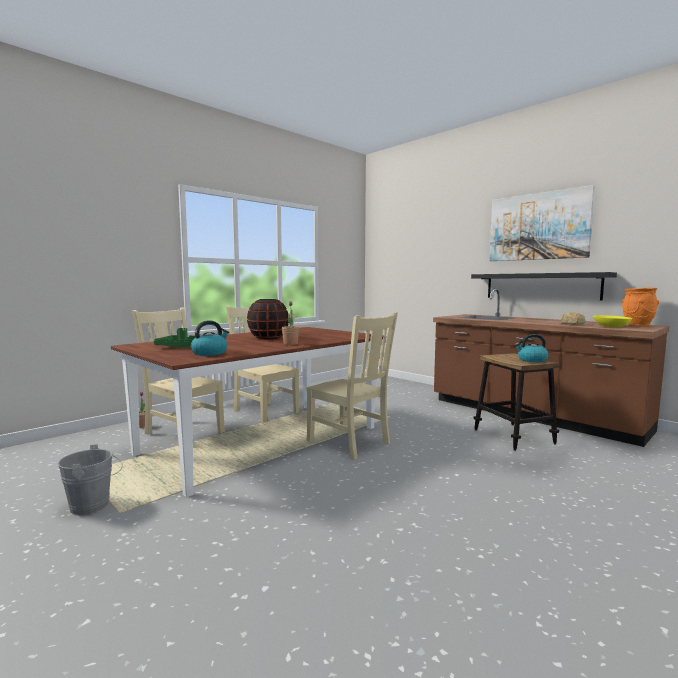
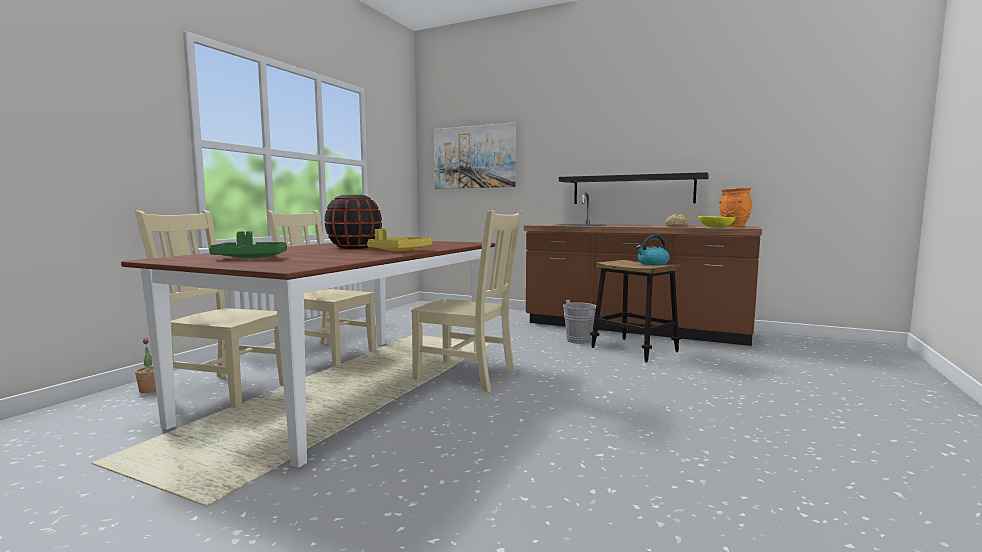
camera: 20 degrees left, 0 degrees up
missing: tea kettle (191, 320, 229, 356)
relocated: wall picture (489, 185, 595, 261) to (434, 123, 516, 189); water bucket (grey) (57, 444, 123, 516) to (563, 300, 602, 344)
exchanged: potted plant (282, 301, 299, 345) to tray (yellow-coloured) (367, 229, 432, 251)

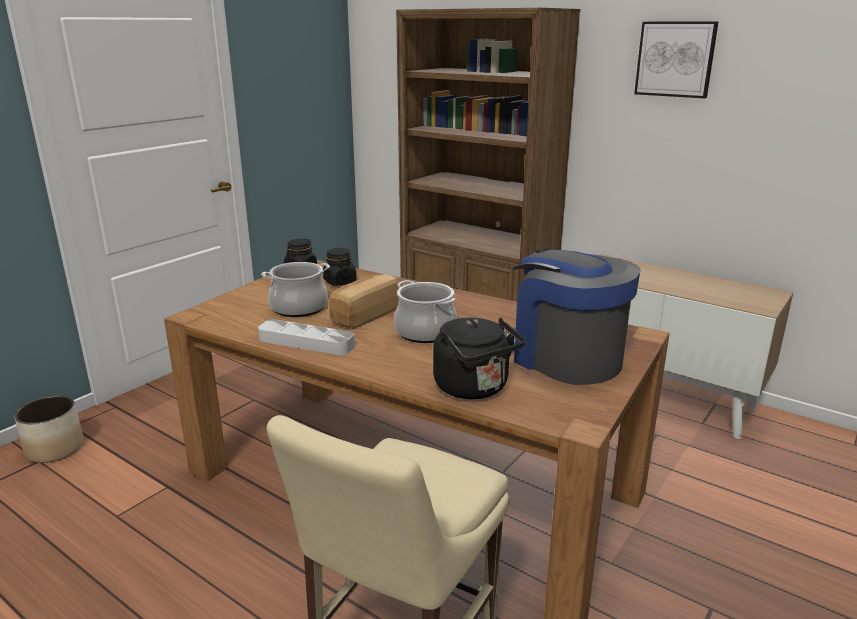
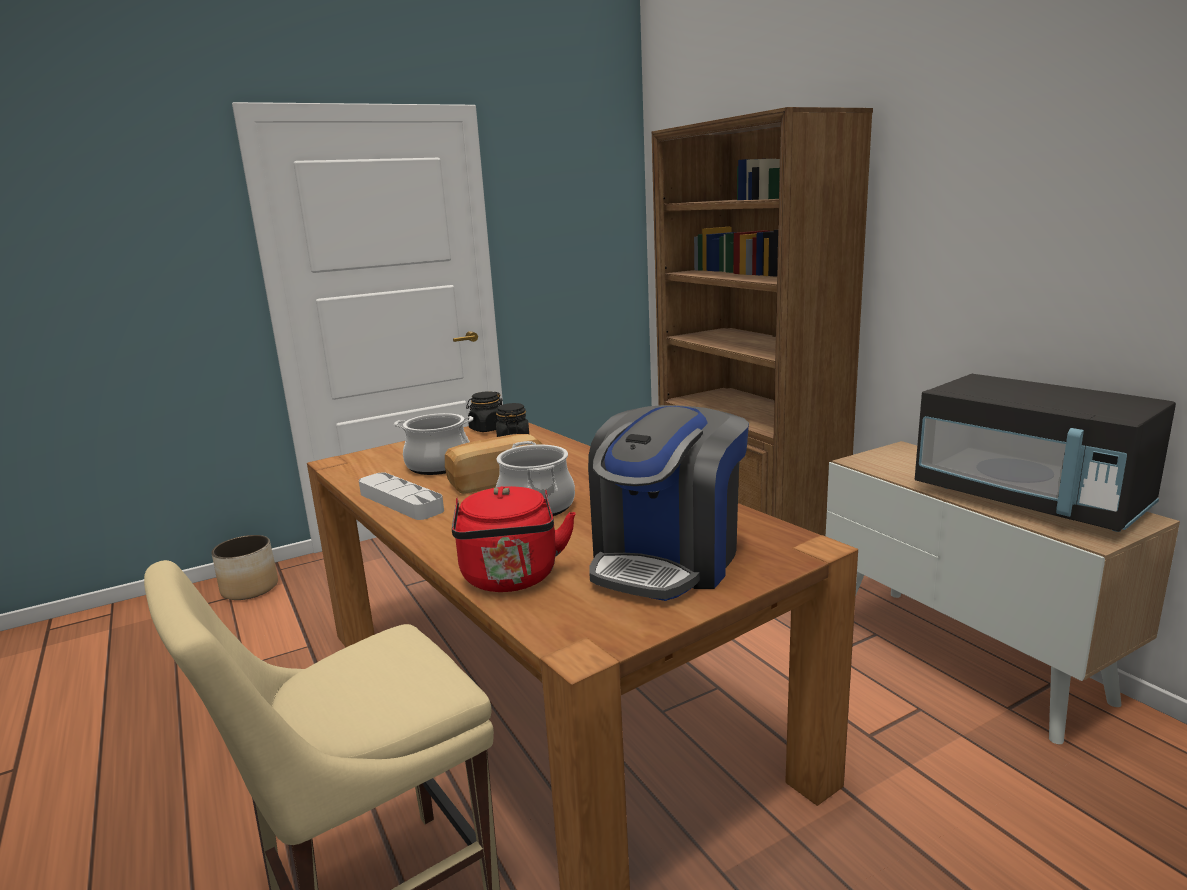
camera: 25 degrees right, 5 degrees down
missing: wall picture (634, 22, 718, 98)
appeared: kitchen microwave (black-coloured) (915, 374, 1176, 532)
colour: tea kettle (black-coloured) (433, 317, 525, 399) to tea kettle (red) (452, 486, 576, 592)
spun: coffee maker (504, 248, 641, 385) = (588, 405, 749, 601) 135 degrees counterclockwise

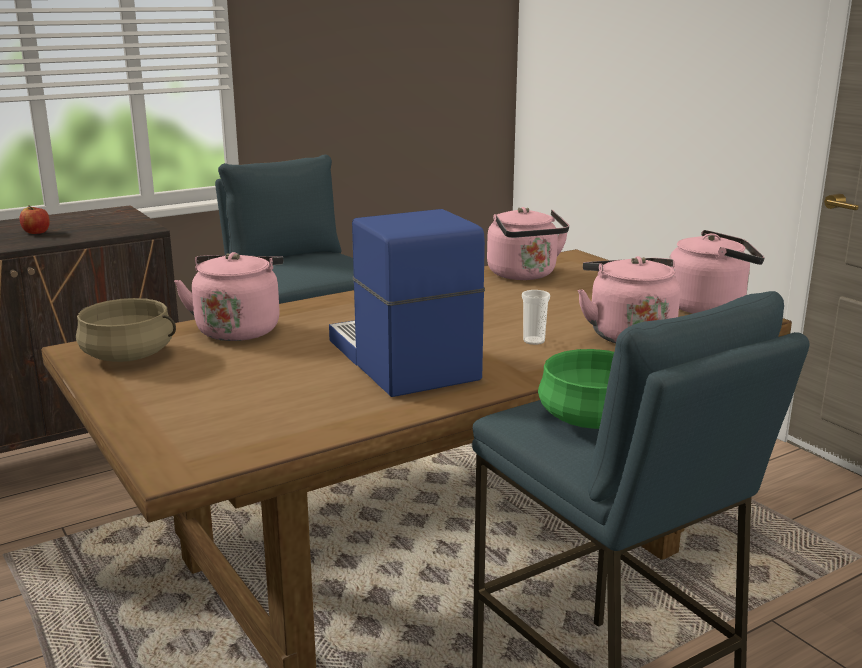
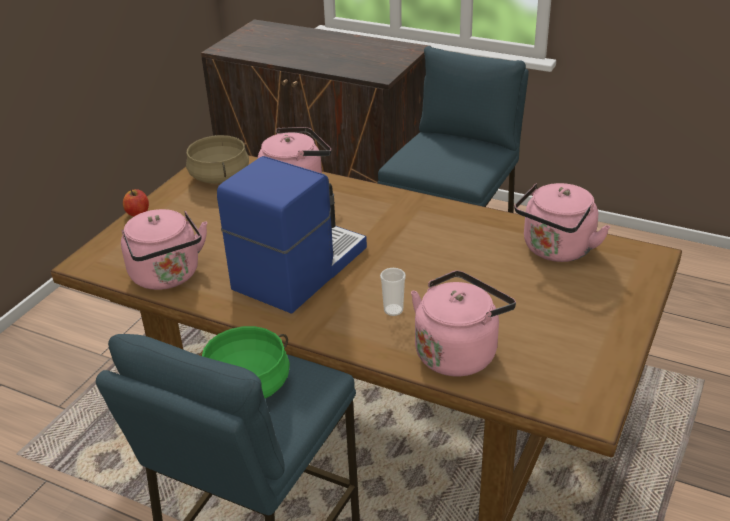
camera: 60 degrees right, 15 degrees up
relocated: apple (19, 205, 50, 234) to (123, 189, 149, 216); tea kettle (pink) (669, 230, 765, 314) to (121, 209, 207, 290)

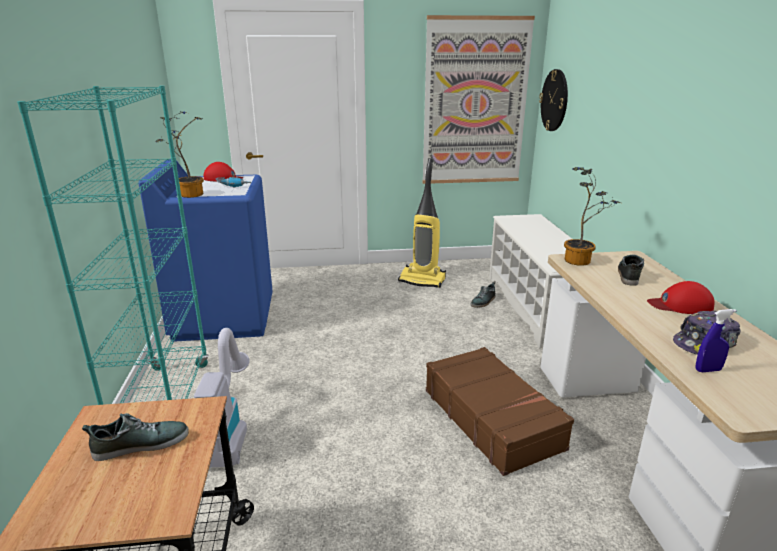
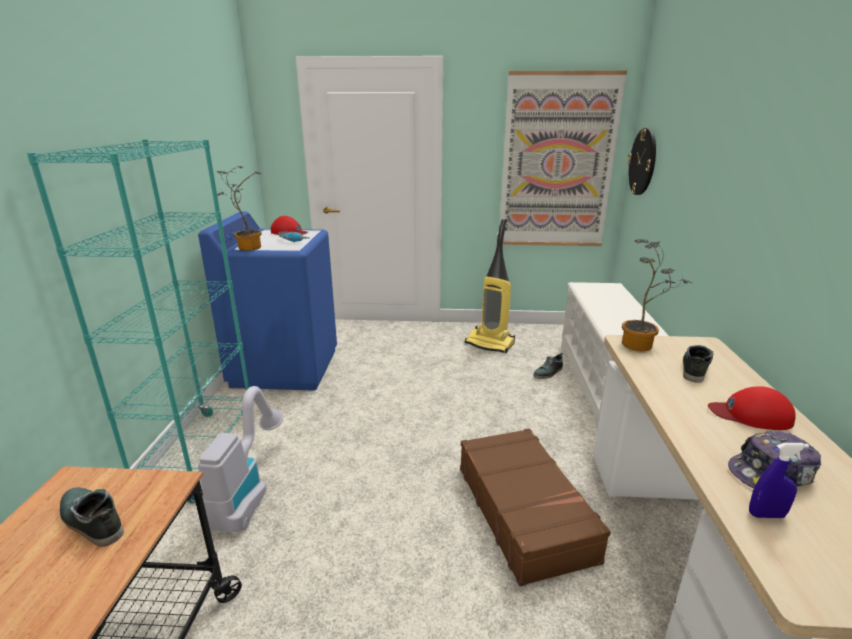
camera: 10 degrees right, 0 degrees up
spun: shoe (82, 413, 189, 461) = (60, 488, 124, 547) 135 degrees counterclockwise

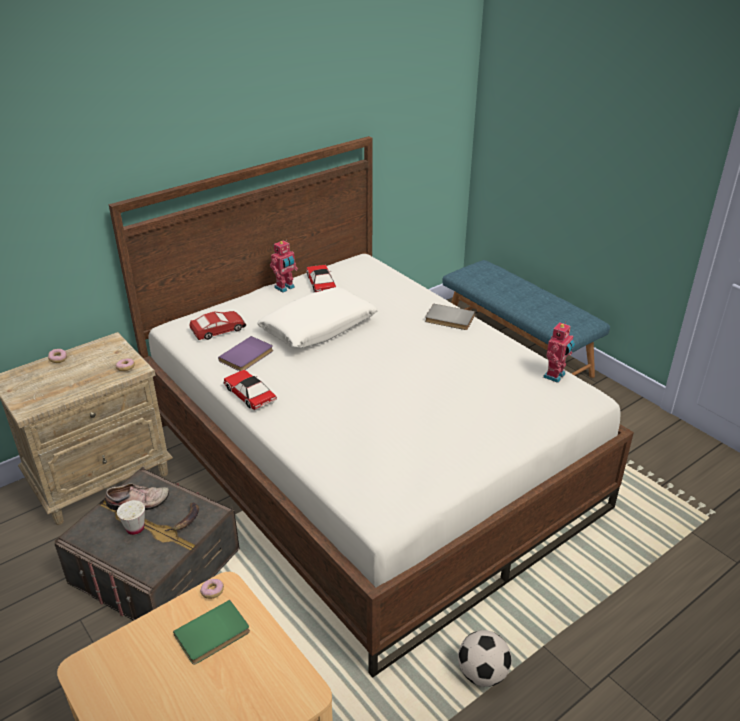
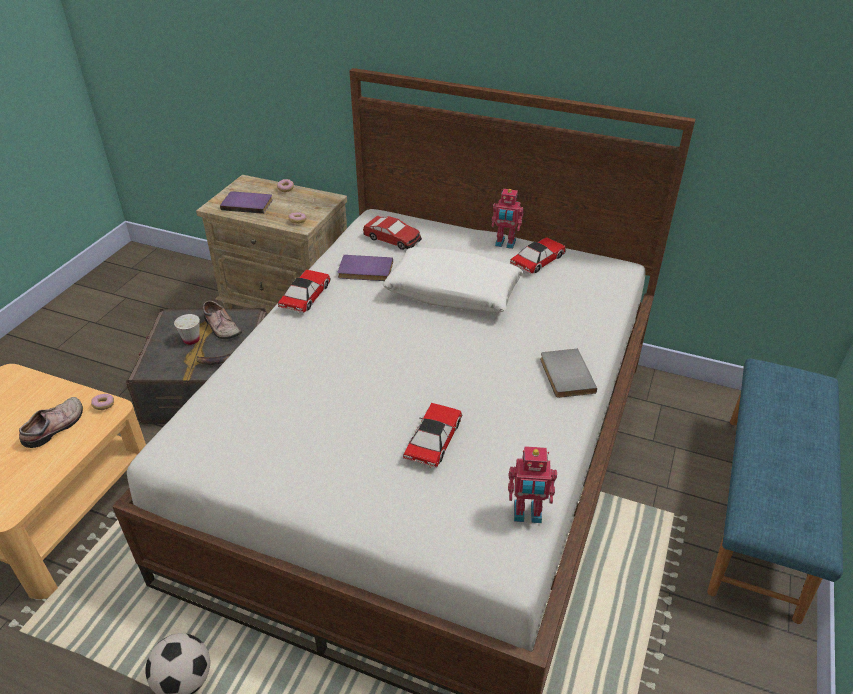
camera: 60 degrees right, 5 degrees up
appeared: volume (purple-coloured) (220, 191, 273, 214); toy car (403, 403, 462, 468)
exchanged: volume (green) (173, 600, 250, 665) to shoe (19, 397, 83, 448)

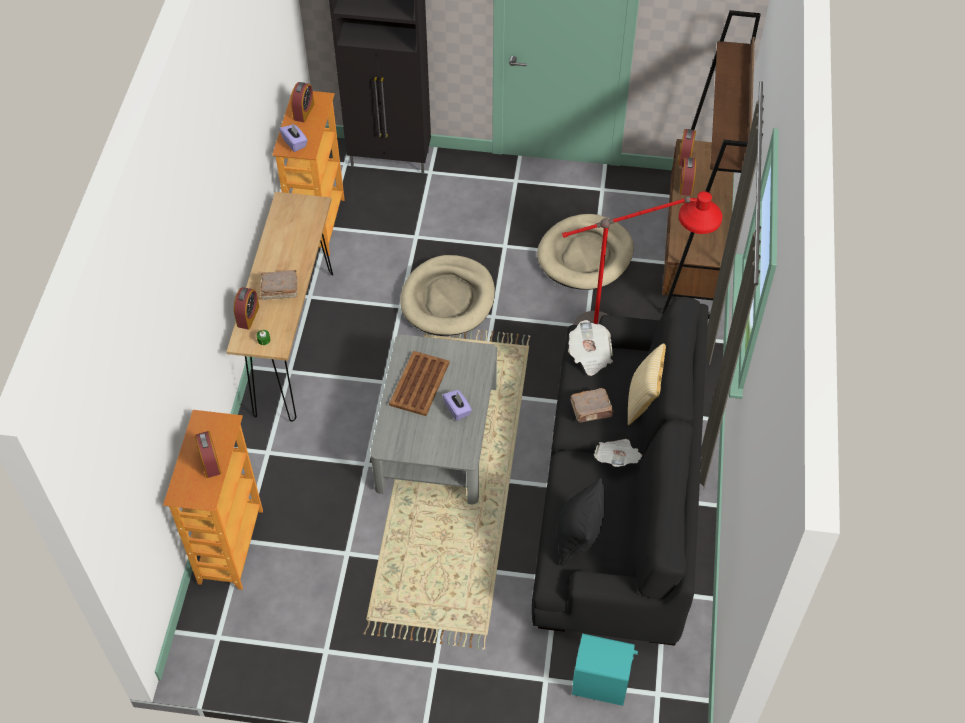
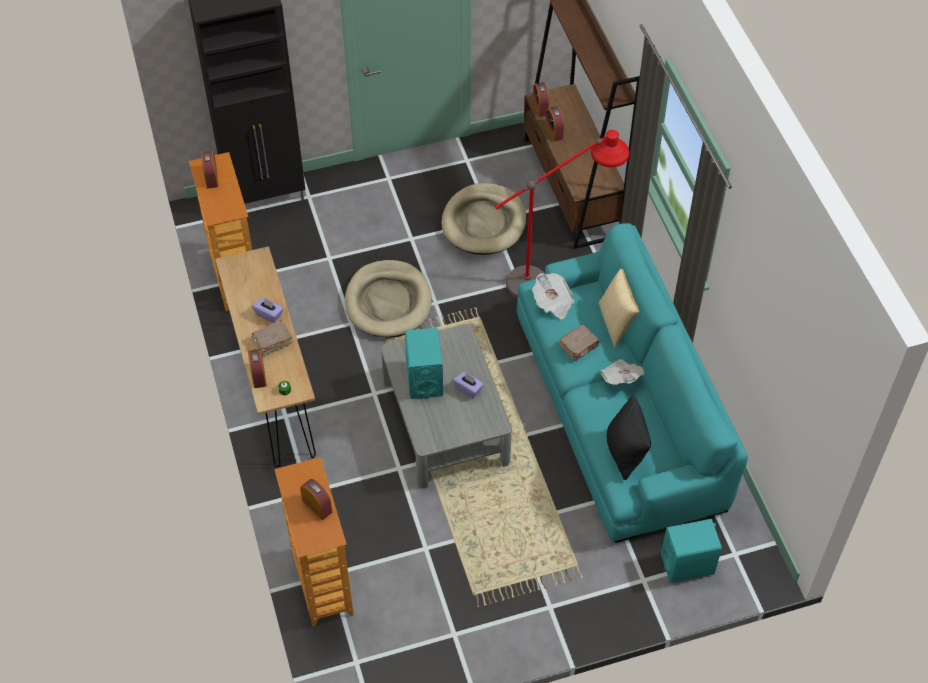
camera: 25 degrees left, 0 degrees up
relocated: tissue holder (purple-coloured) (279, 124, 308, 152) to (252, 298, 284, 323)
exchanged: tray (brown-coloured) (389, 351, 450, 416) to audio speaker (turquoise) (405, 328, 443, 399)
colour: settee (black-coloured) (532, 297, 708, 646) to settee (turquoise) (517, 223, 748, 543)

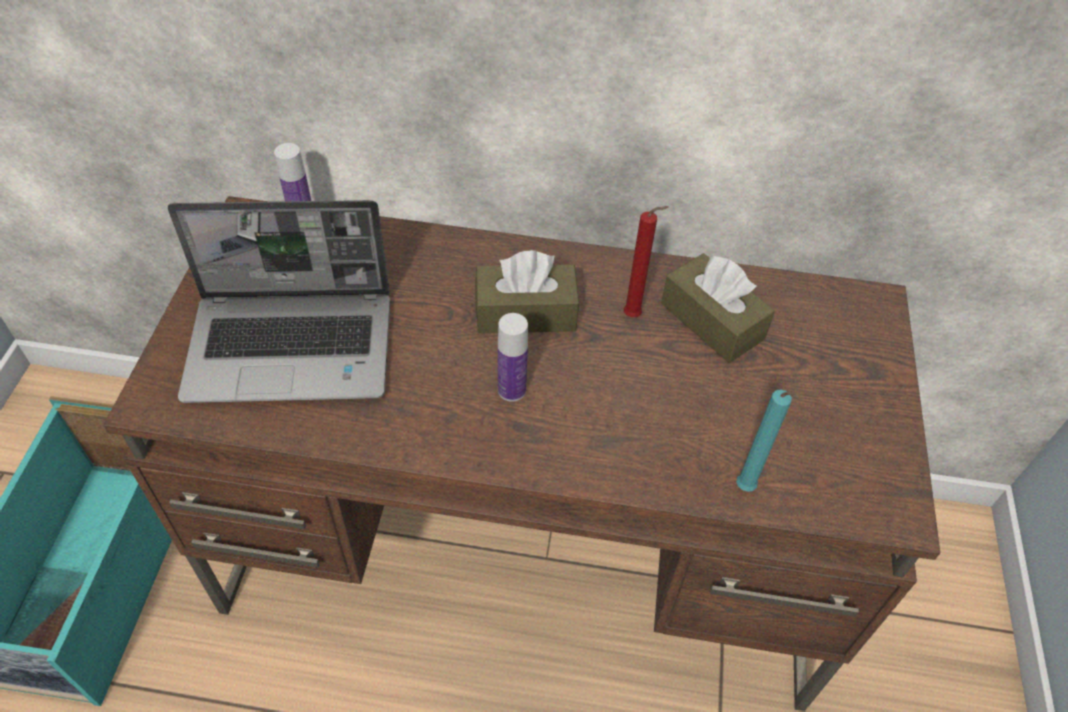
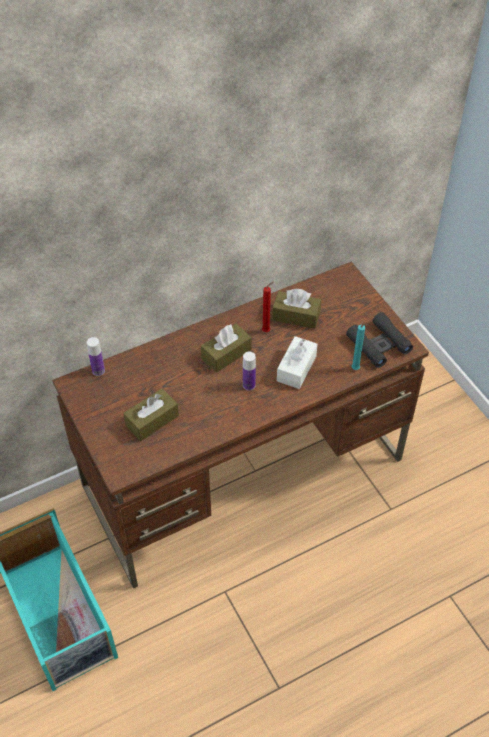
camera: 35 degrees left, 0 degrees up
appeared: binoculars (black-coloured) (346, 312, 413, 368); tissue holder (white) (277, 336, 317, 389)
exchanged: portable computer (168, 200, 390, 403) to tissue holder (brown-coloured) (123, 388, 179, 441)

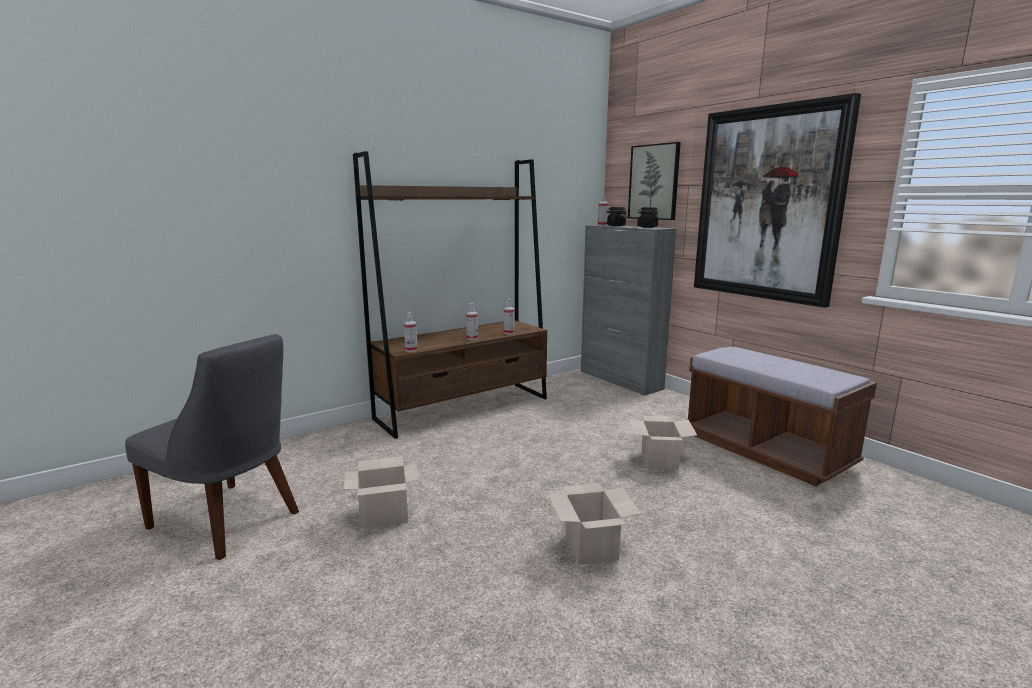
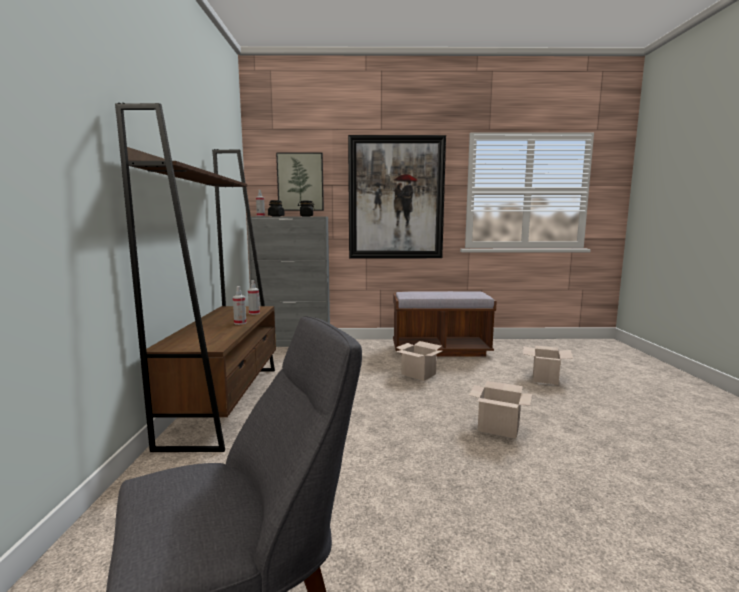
camera: 55 degrees left, 5 degrees down
missing: hand sprayer (404, 312, 418, 352)
relocated: carton (344, 456, 419, 529) to (523, 345, 573, 385)

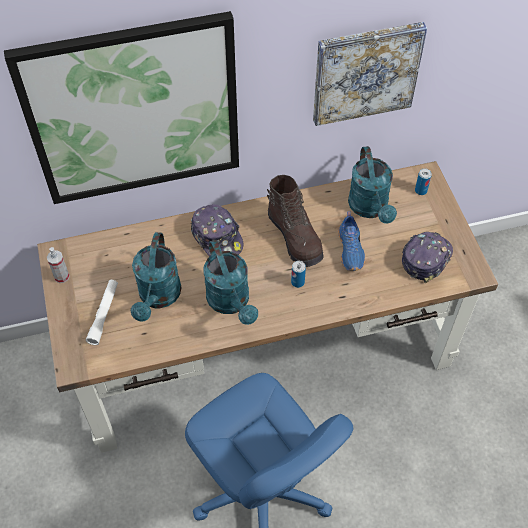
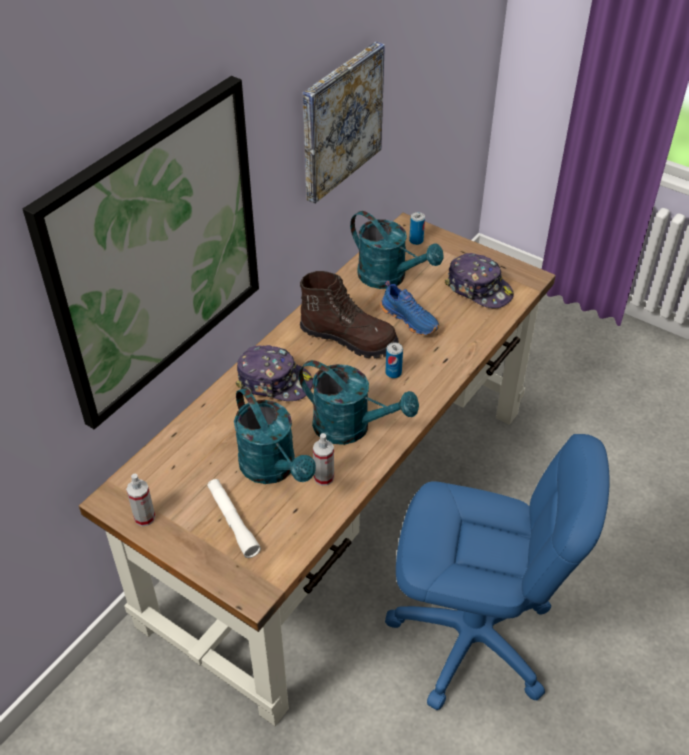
camera: 40 degrees left, 10 degrees down
appeared: hand sprayer (313, 433, 334, 486)
spun: cap (402, 232, 453, 283) = (445, 253, 514, 308) 135 degrees clockwise

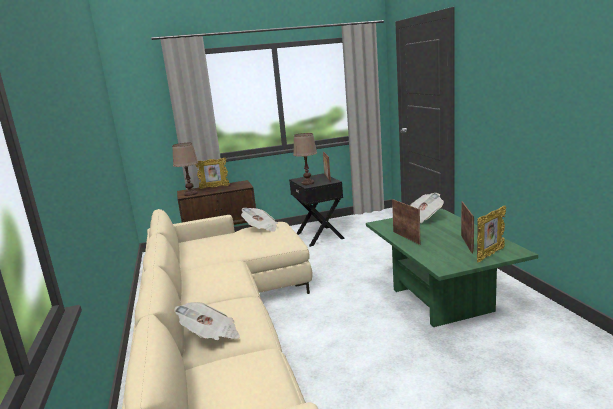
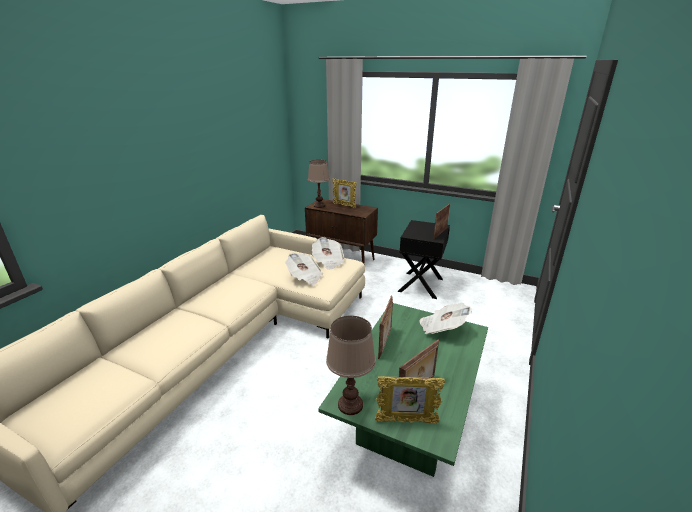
camera: 40 degrees right, 10 degrees up
relocated: table lamp (brown-coloured) (293, 133, 317, 185) to (326, 316, 376, 415); printed paper (174, 302, 240, 340) to (285, 253, 323, 285)

